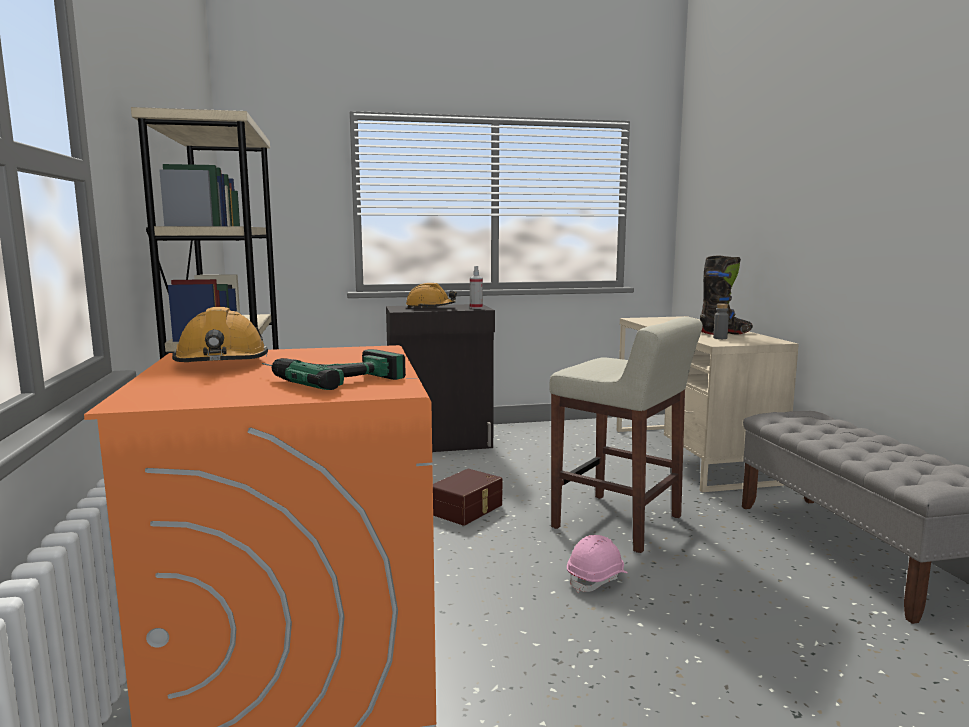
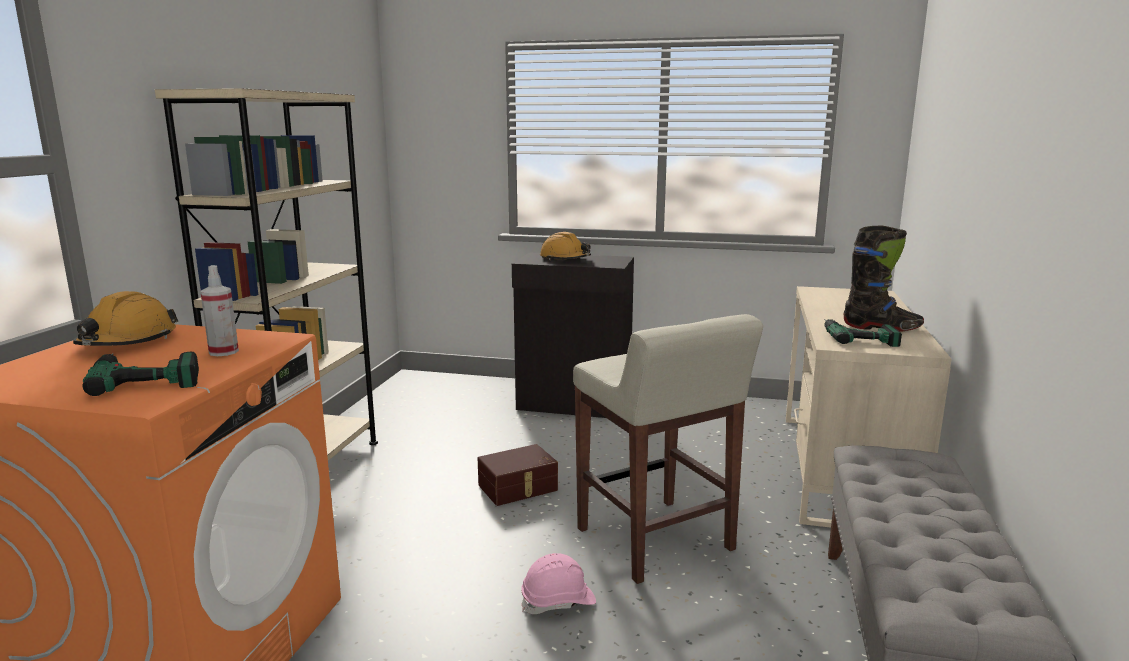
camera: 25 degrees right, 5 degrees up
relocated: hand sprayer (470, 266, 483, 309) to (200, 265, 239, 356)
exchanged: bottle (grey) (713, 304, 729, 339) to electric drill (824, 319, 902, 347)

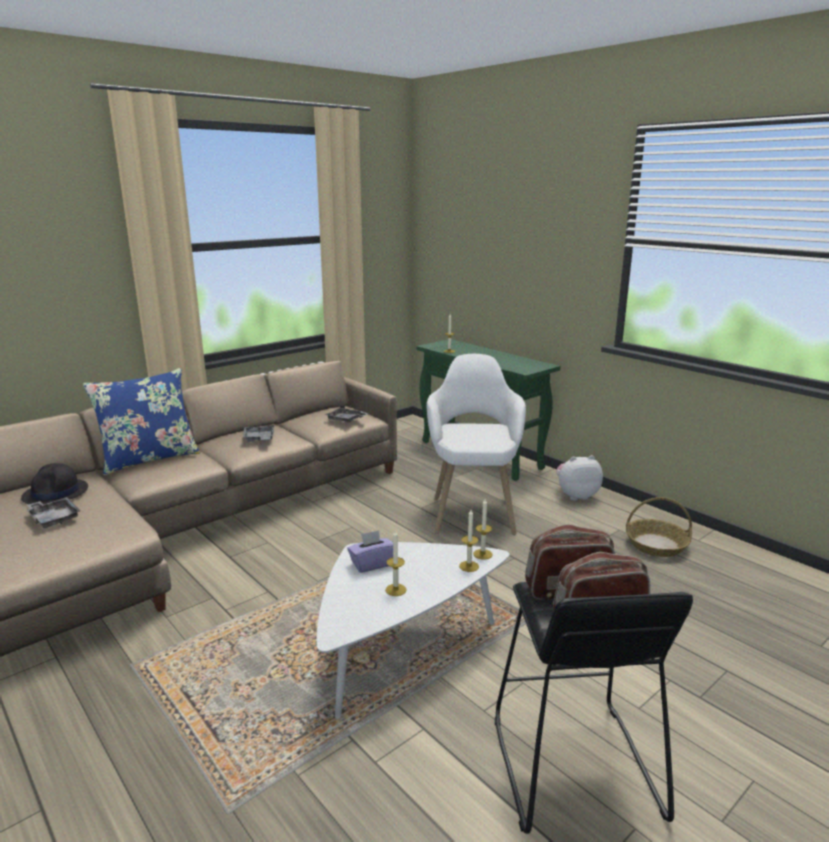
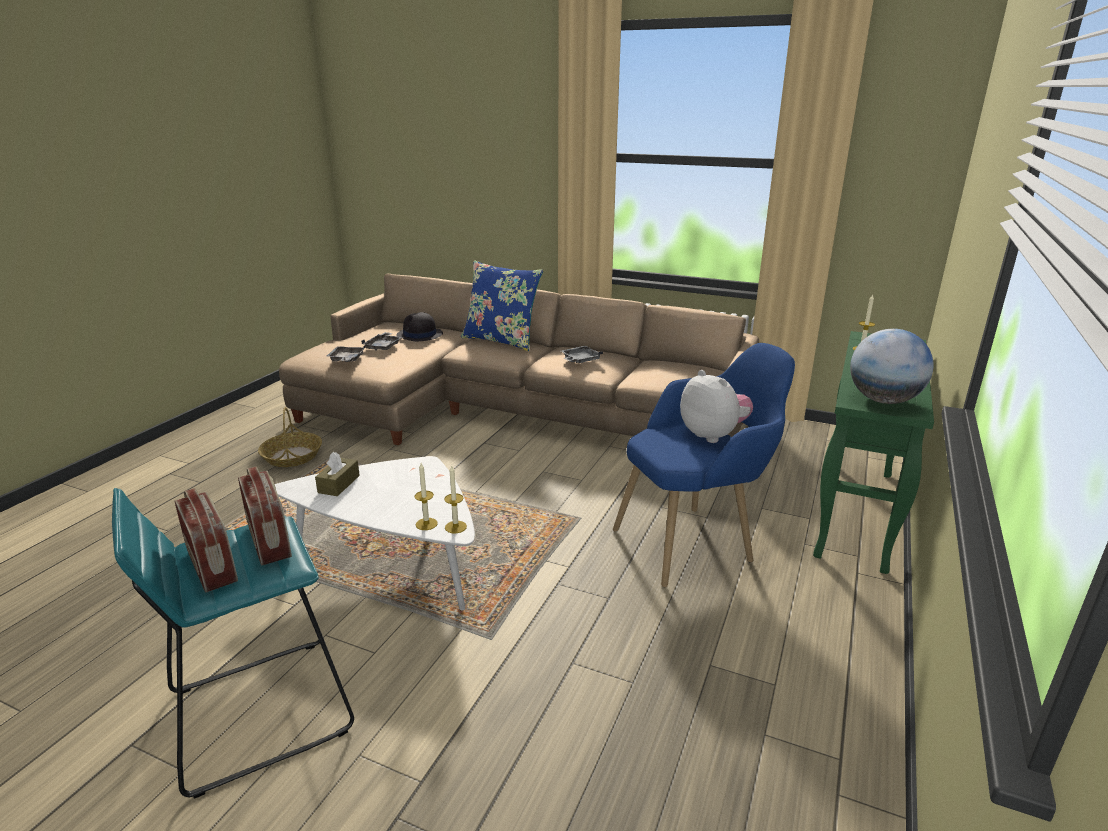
camera: 65 degrees right, 5 degrees up
missing: tissue holder (purple-coloured) (347, 530, 393, 573); wax light (385, 530, 407, 596)
appeared: world globe (850, 329, 934, 404); tissue holder (brown-coloured) (315, 452, 360, 496)
relocated: tray (grey) (325, 405, 369, 423) to (326, 346, 365, 362); cuddly toy (557, 455, 603, 501) to (680, 370, 753, 443); household basket (626, 497, 692, 557) to (258, 407, 322, 467)
colour: armchair (white) (427, 354, 526, 535) to armchair (blue) (613, 343, 795, 587); stool (black-coloured) (495, 582, 693, 834) to stool (turquoise) (112, 488, 354, 799)

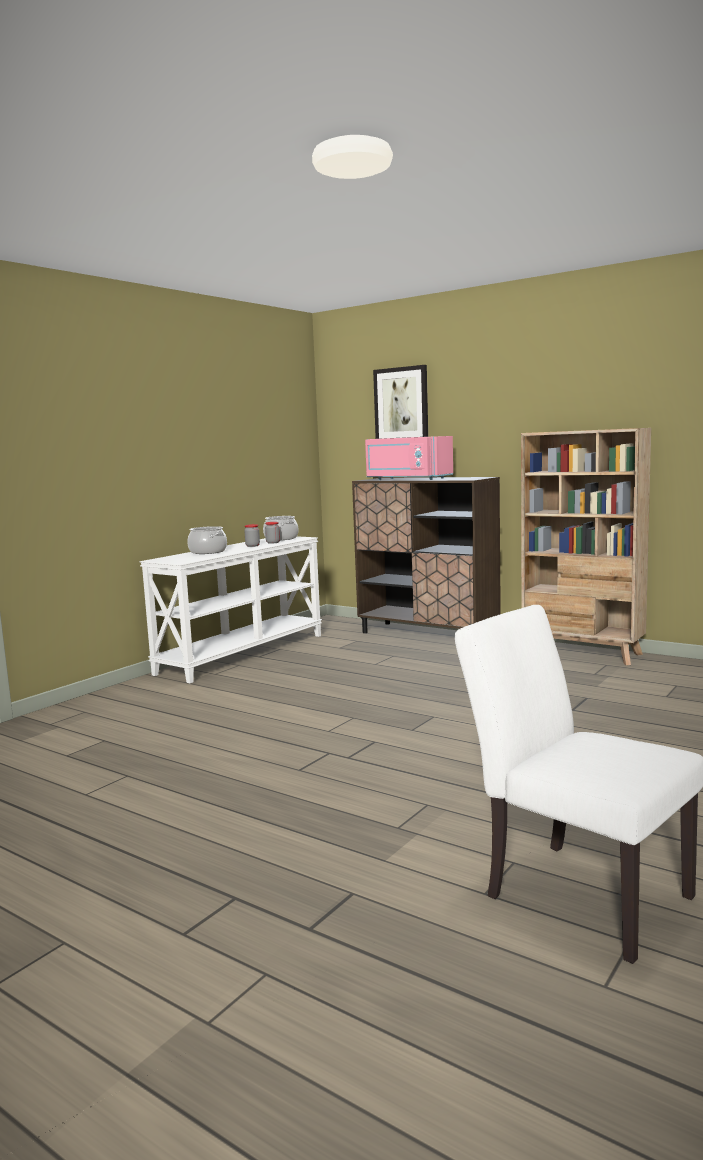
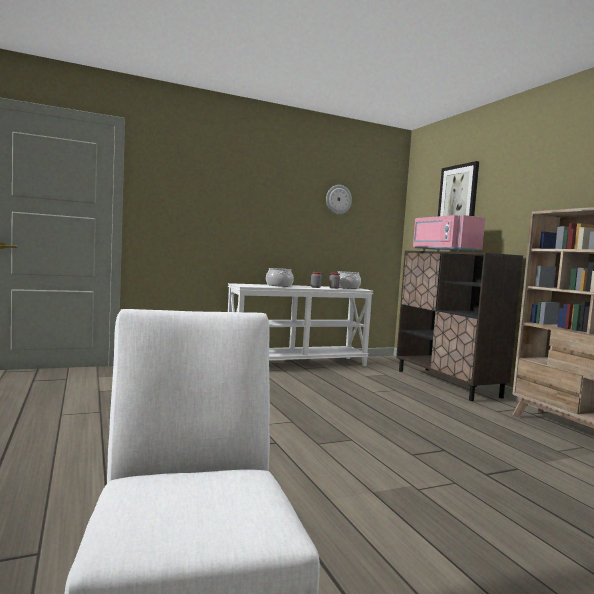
camera: 30 degrees right, 5 degrees down
appeared: hanging clock (326, 185, 352, 214)

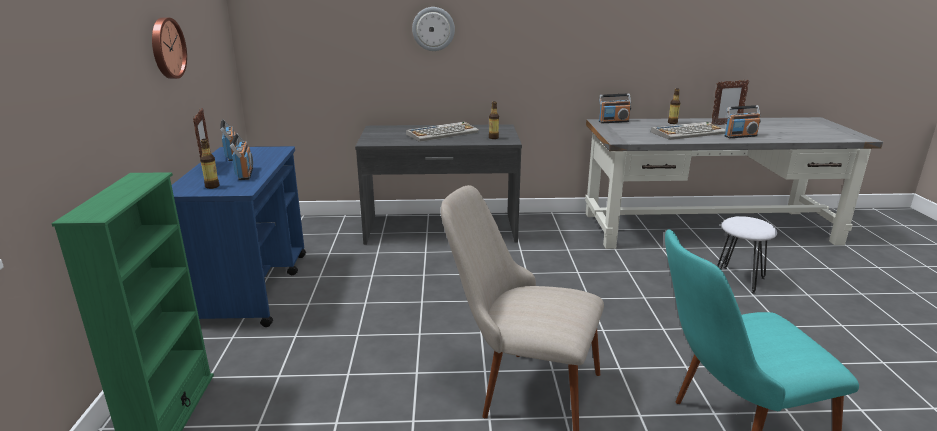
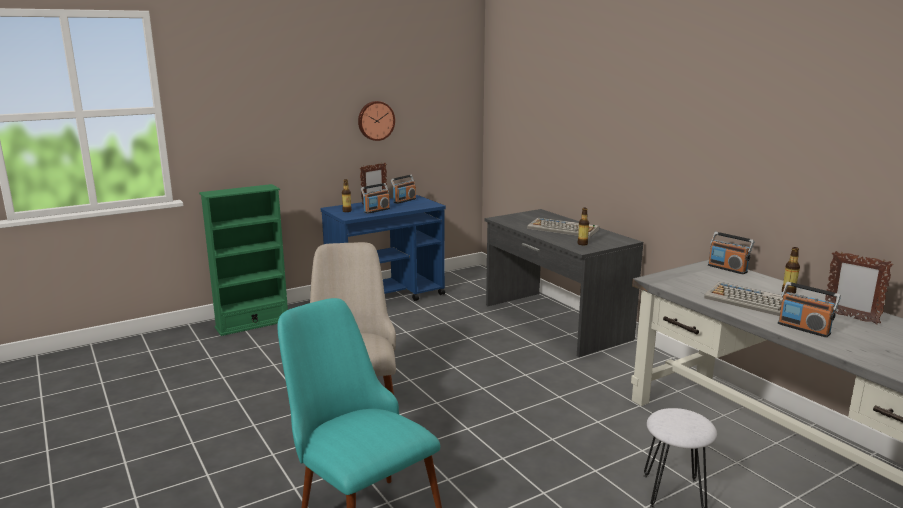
camera: 60 degrees right, 5 degrees down
missing: hanging clock (412, 7, 455, 51)

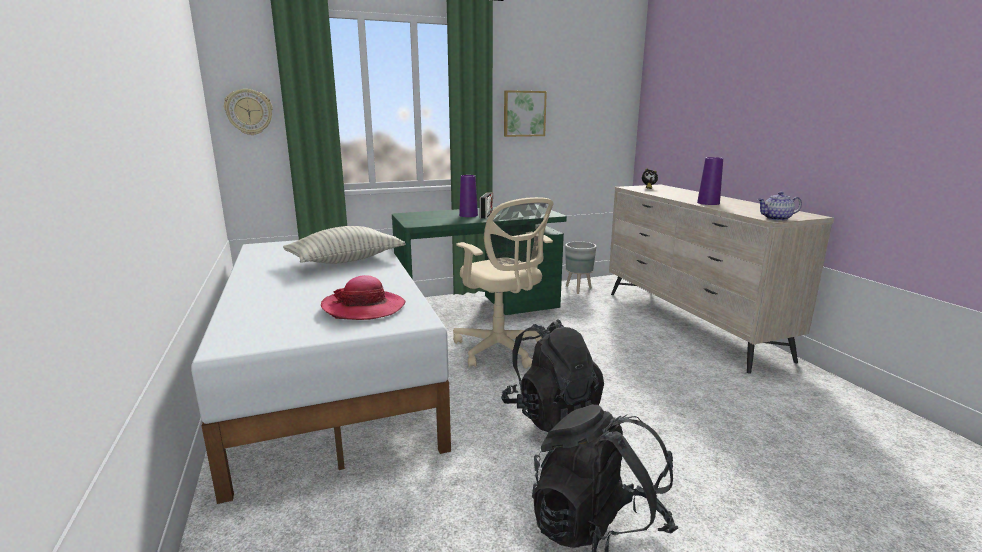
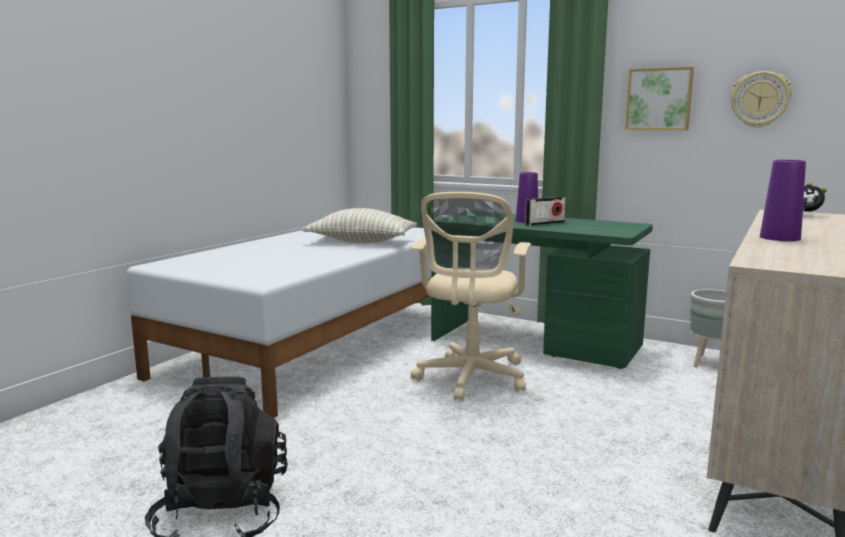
camera: 50 degrees right, 5 degrees down
missing: teapot (757, 192, 802, 221); hat (321, 275, 406, 320); rucksack (black-coloured) (501, 319, 604, 433)
relocated: hanging clock (224, 89, 273, 135) to (731, 71, 792, 128)

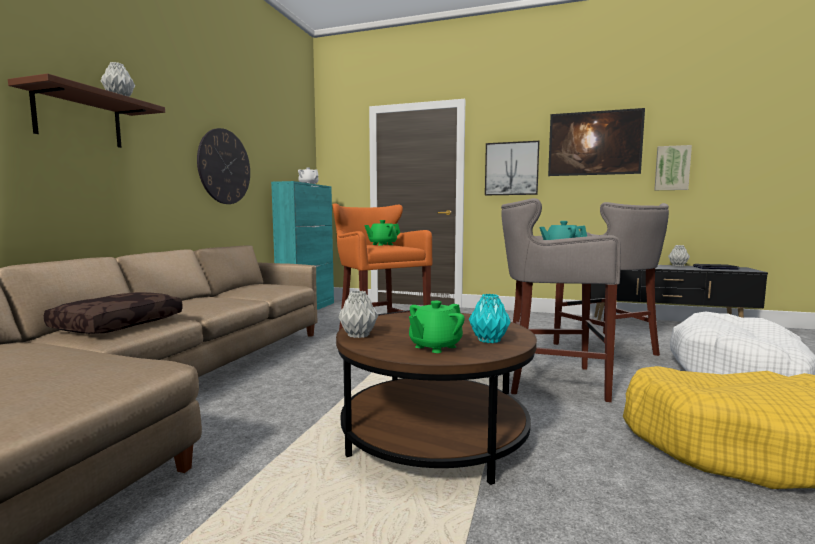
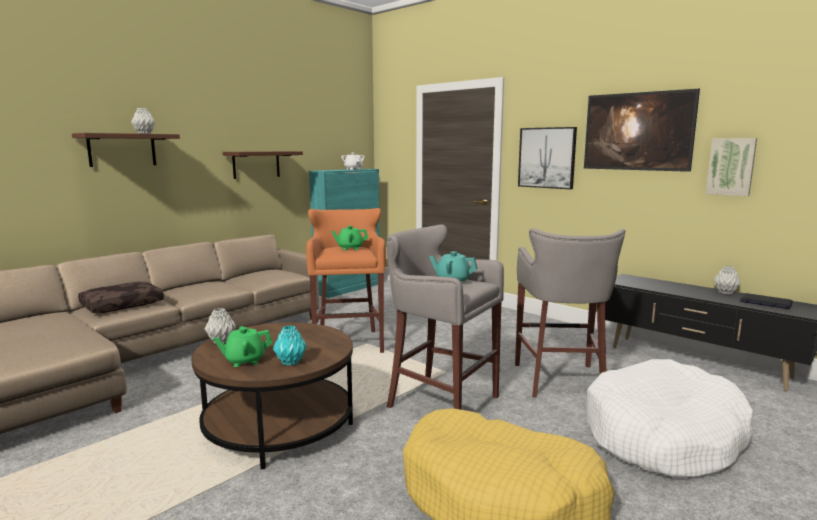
camera: 25 degrees right, 5 degrees up
exchanged: hanging clock (197, 128, 250, 204) to bracket shelf (brown-coloured) (223, 151, 303, 179)

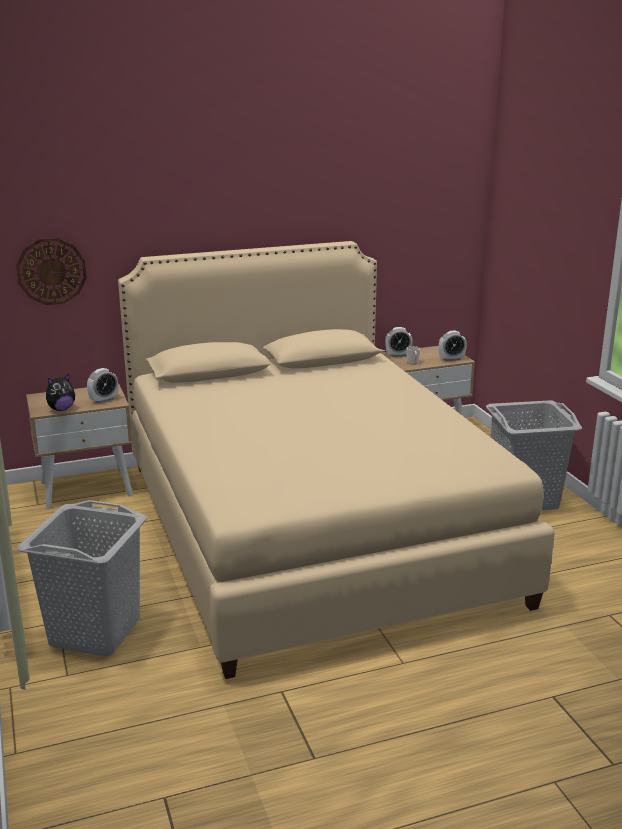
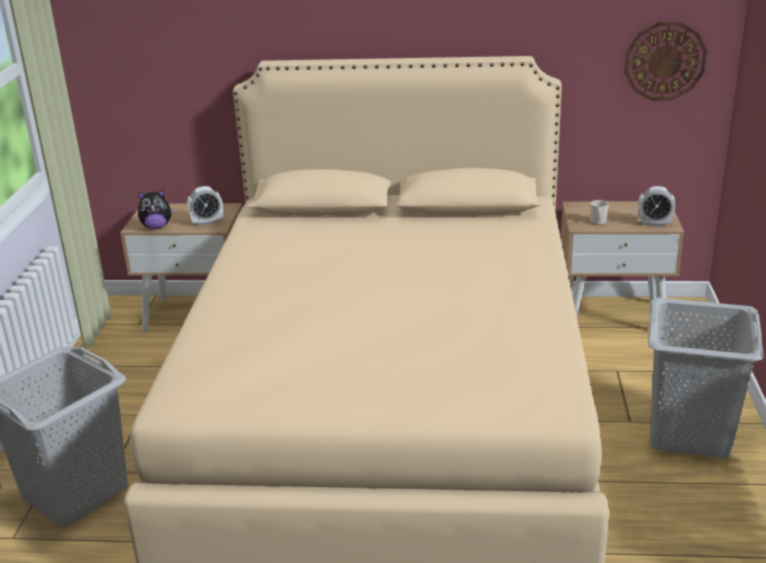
camera: 25 degrees right, 5 degrees up
missing: bedside clock (385, 327, 413, 357)
relocated: hanging clock (16, 238, 87, 305) to (624, 22, 707, 101)

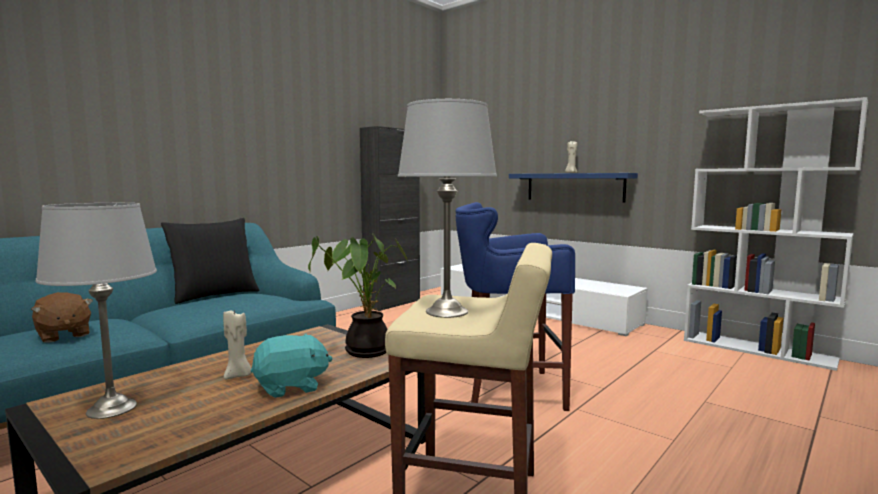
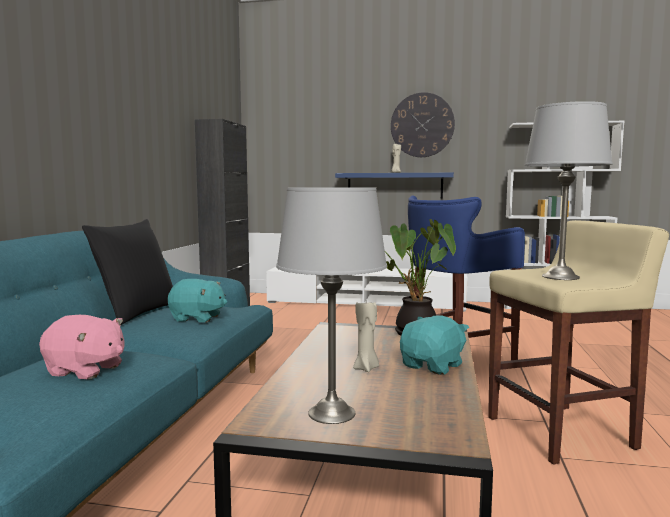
camera: 30 degrees left, 0 degrees up
appeared: hanging clock (391, 92, 455, 157); cuddly toy (turquoise) (168, 279, 227, 322)
colour: cuddly toy (brown-coloured) (31, 292, 93, 343) to cuddly toy (pink) (39, 315, 124, 379)

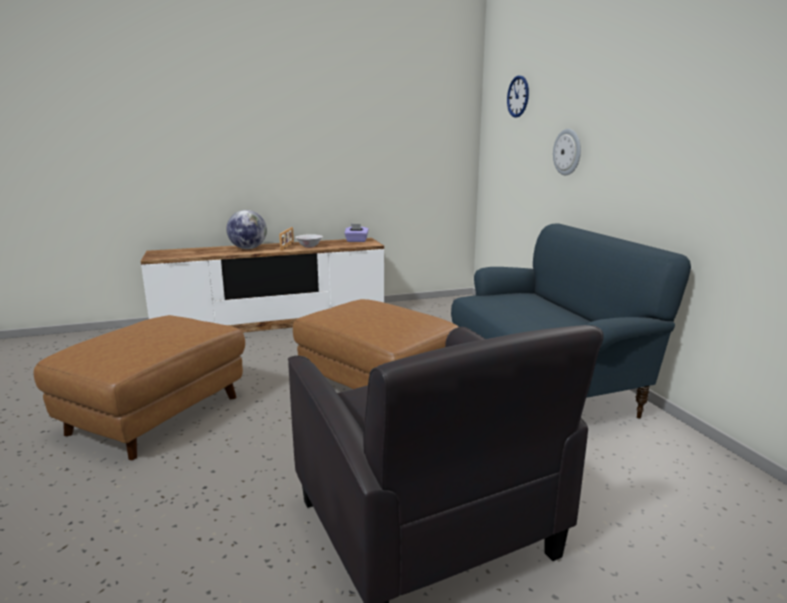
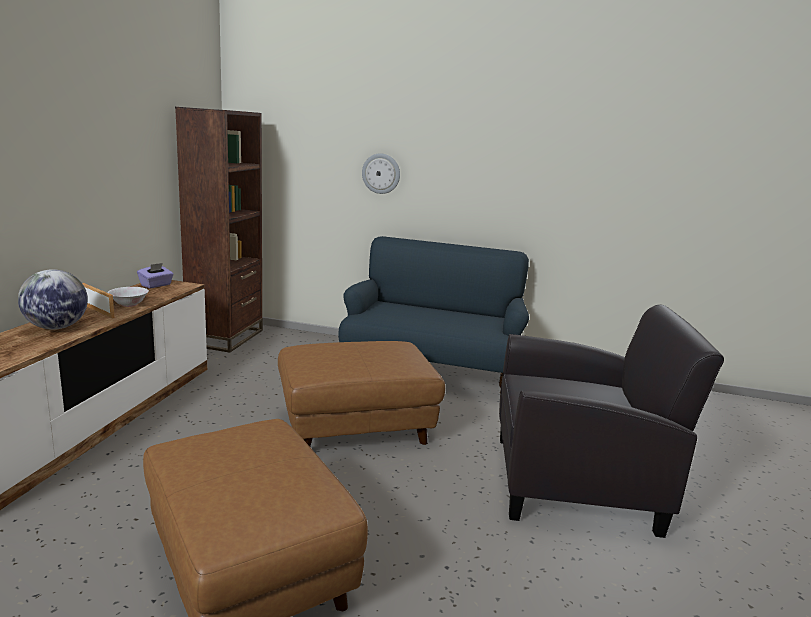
camera: 60 degrees left, 0 degrees up
missing: hanging clock (507, 75, 529, 118)
appeared: shelving unit (brown-coloured) (175, 107, 263, 353)

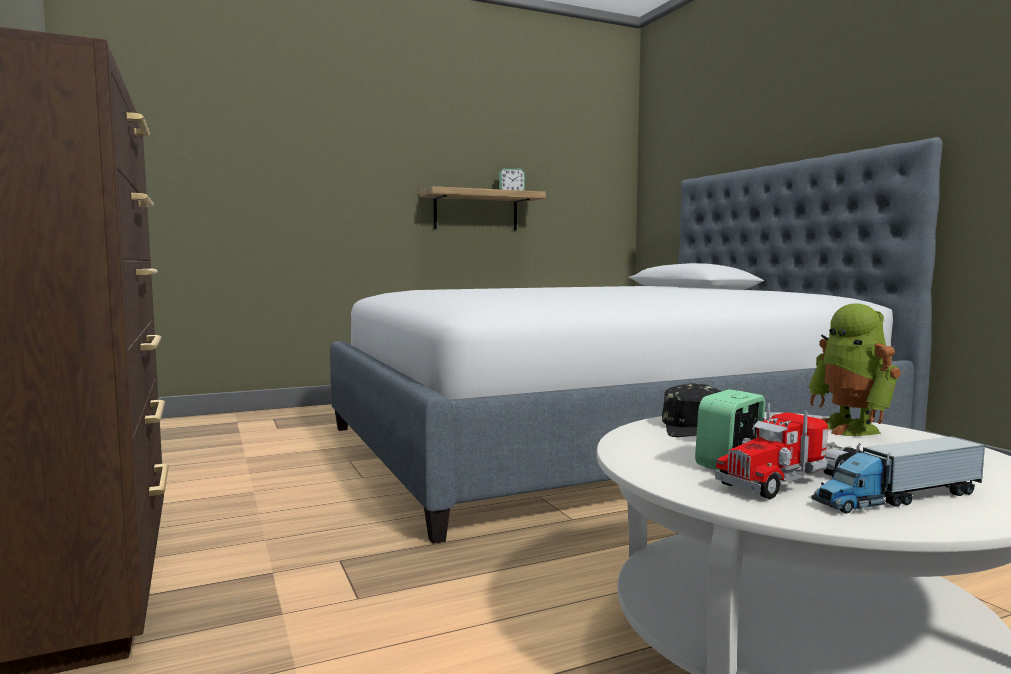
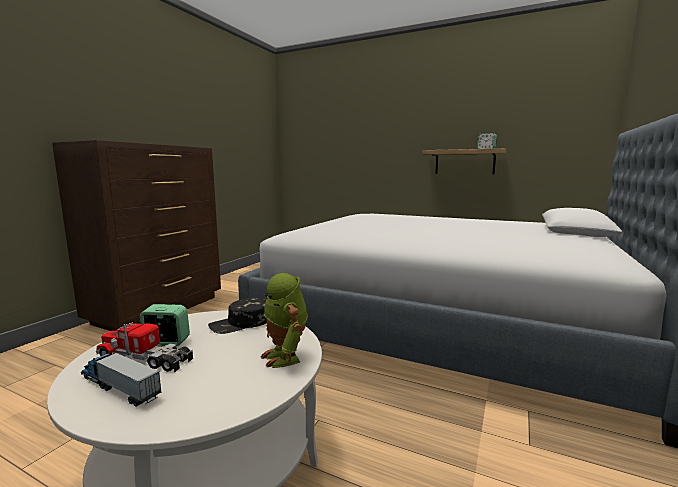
camera: 50 degrees right, 5 degrees up
spun: robot figure (808, 303, 901, 436) = (261, 273, 308, 368) 60 degrees counterclockwise

